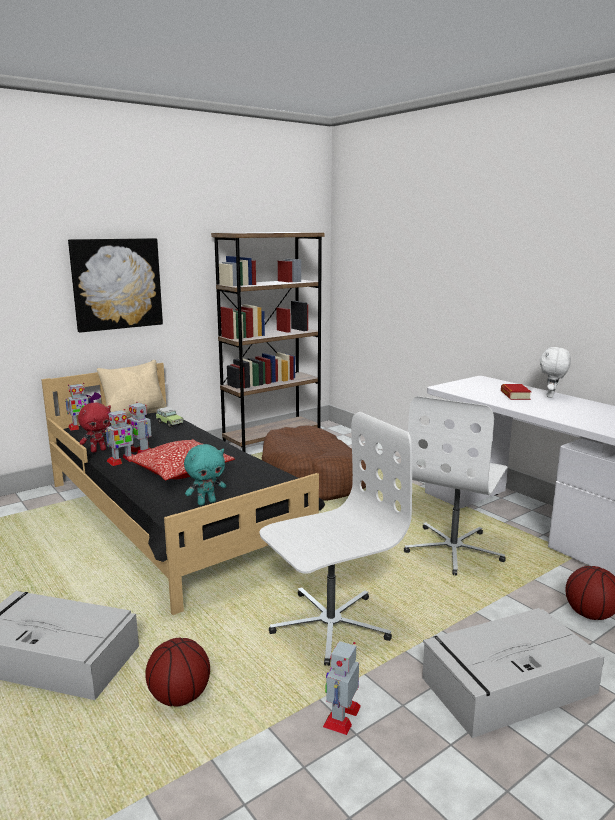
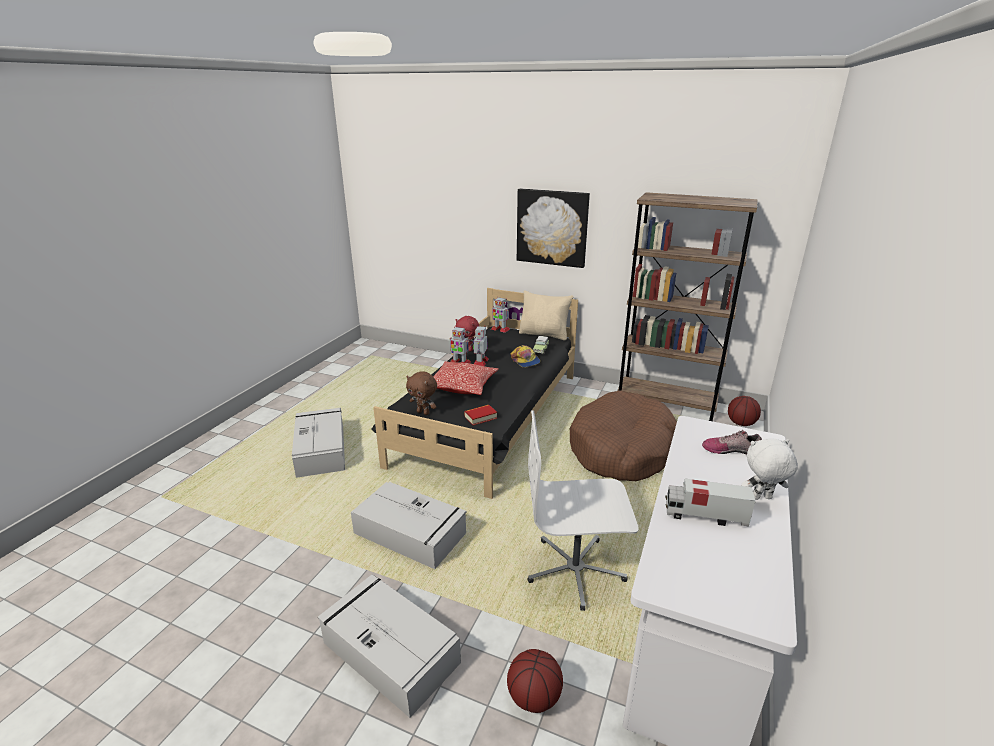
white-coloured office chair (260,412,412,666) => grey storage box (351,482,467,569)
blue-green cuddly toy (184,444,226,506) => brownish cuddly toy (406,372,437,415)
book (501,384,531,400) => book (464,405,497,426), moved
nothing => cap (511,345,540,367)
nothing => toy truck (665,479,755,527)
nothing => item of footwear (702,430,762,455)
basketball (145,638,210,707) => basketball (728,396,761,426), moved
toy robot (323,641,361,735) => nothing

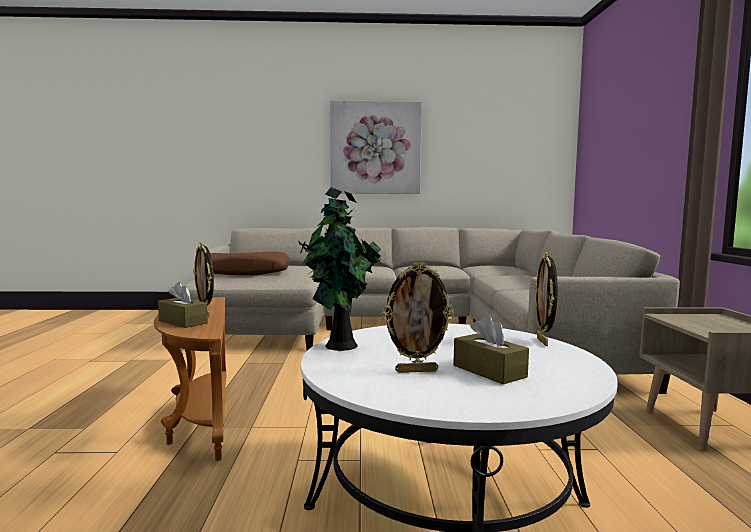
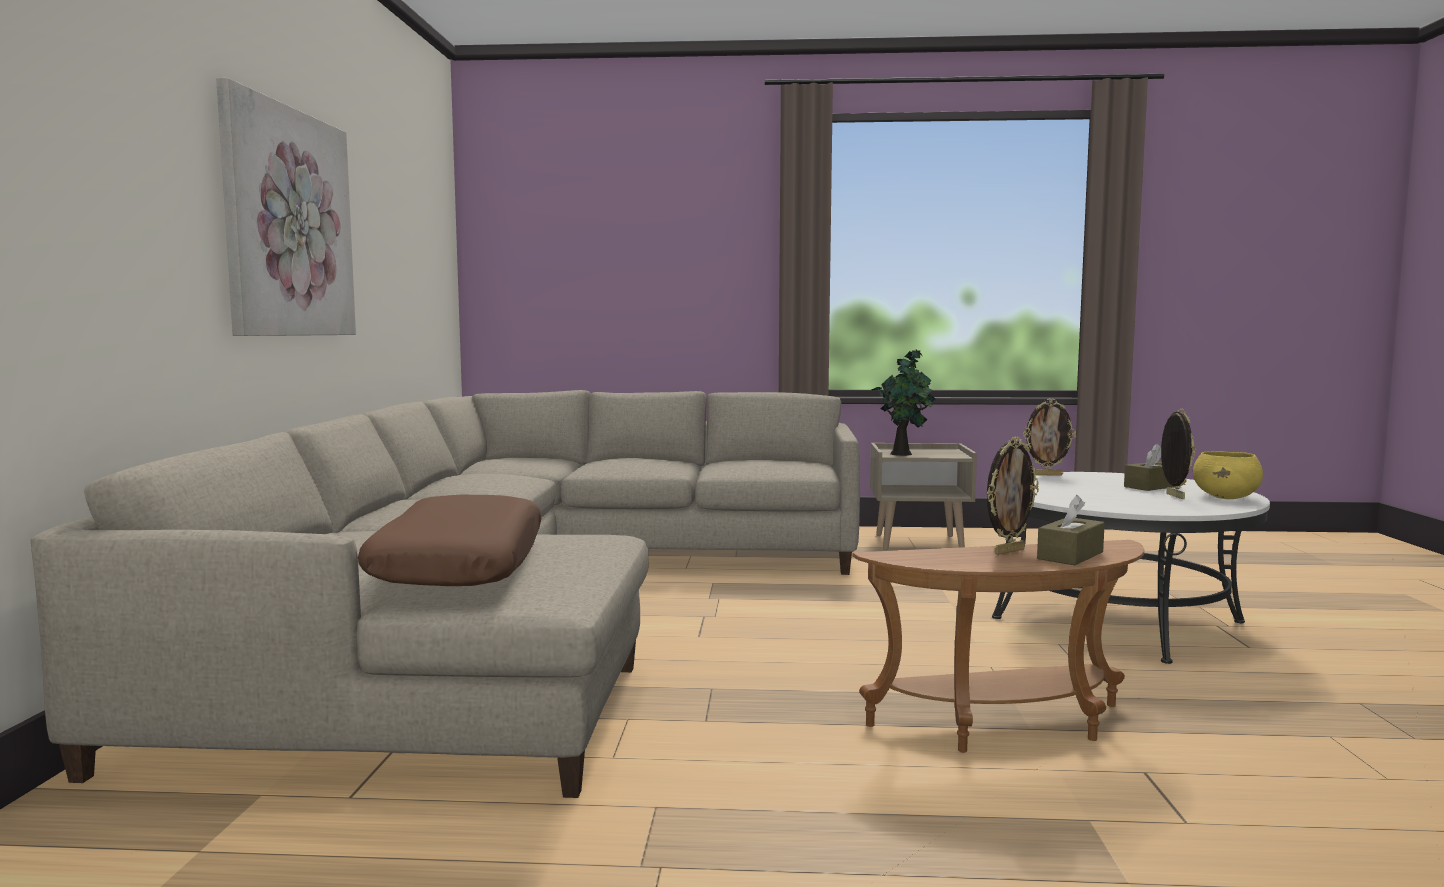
houseplant (298,187,383,351) => houseplant (872,350,935,456), moved
nothing => yellow-coloured serving bowl (1193,451,1263,499)

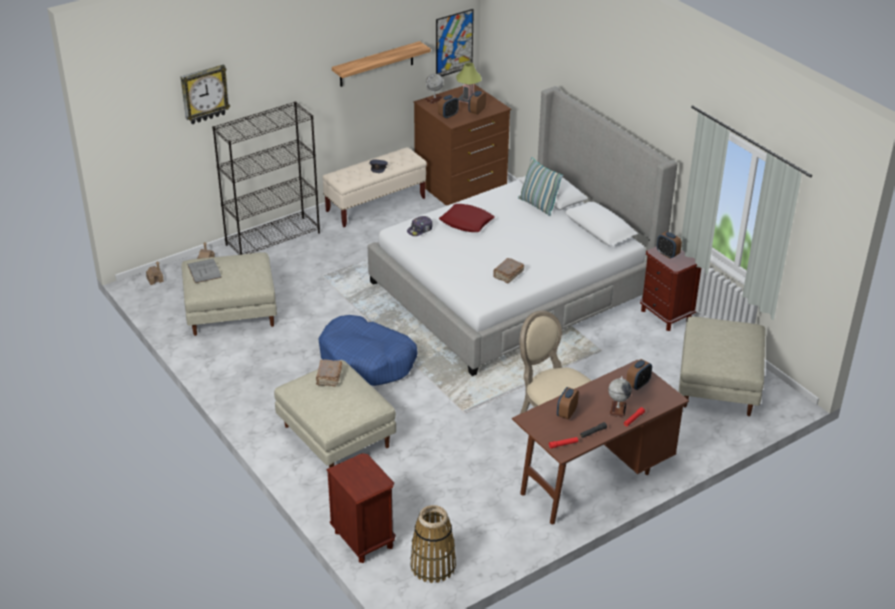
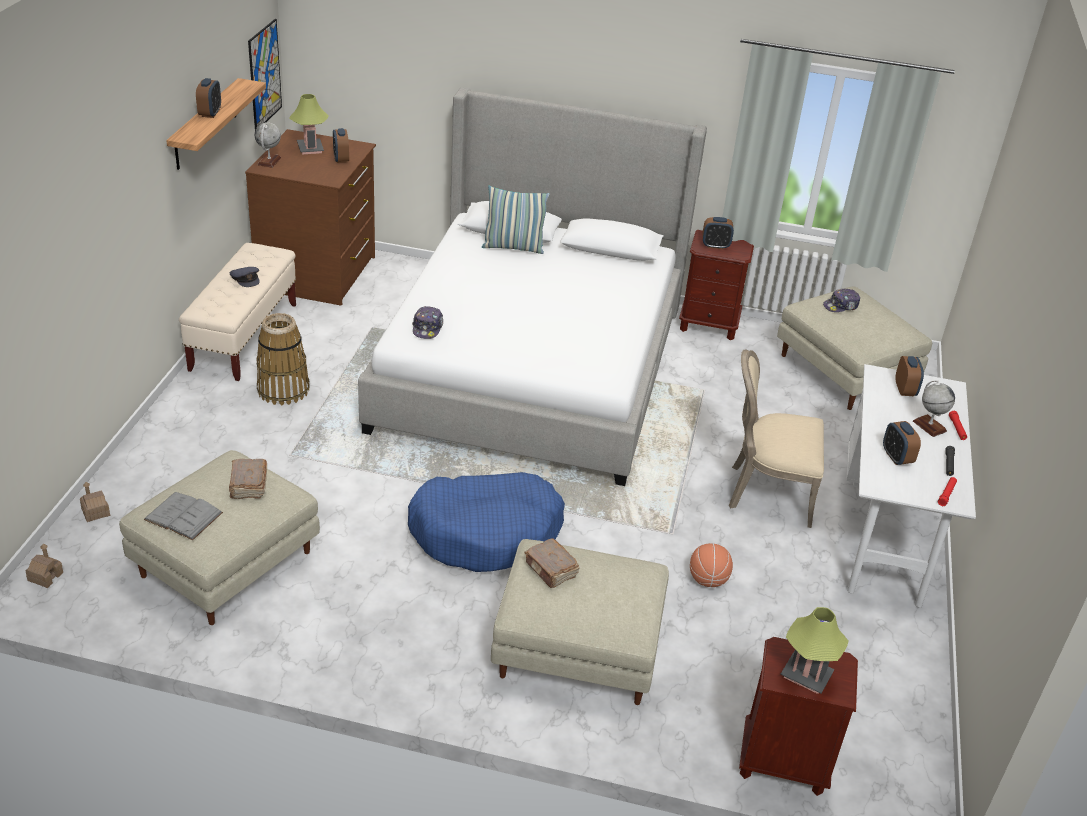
alarm clock (438,95,459,119) => alarm clock (196,78,221,118), moved
brownish book (493,258,524,283) => brownish book (229,459,267,499), moved
household basket (410,505,456,583) => household basket (256,313,309,405), moved
nothing => basketball (690,543,733,587)
nothing => tabletop lamp (780,607,849,694)
nothing => cap (823,288,860,312)
brownish desk table (512,360,689,525) => white-coloured desk table (846,364,976,608)
hanging clock (181,64,230,124) => nothing
blackish shelving unit (212,101,320,255) => nothing
red throw pillow (439,204,495,232) => nothing

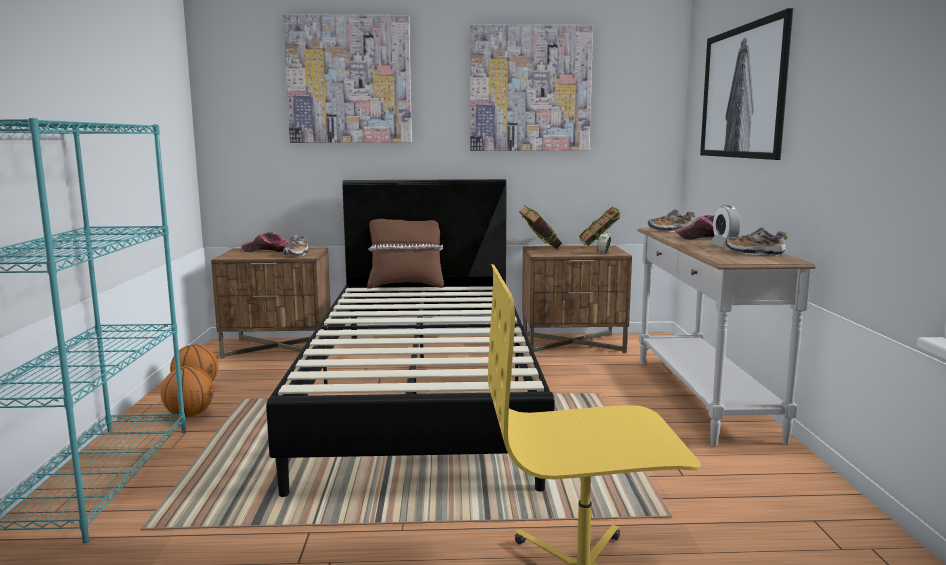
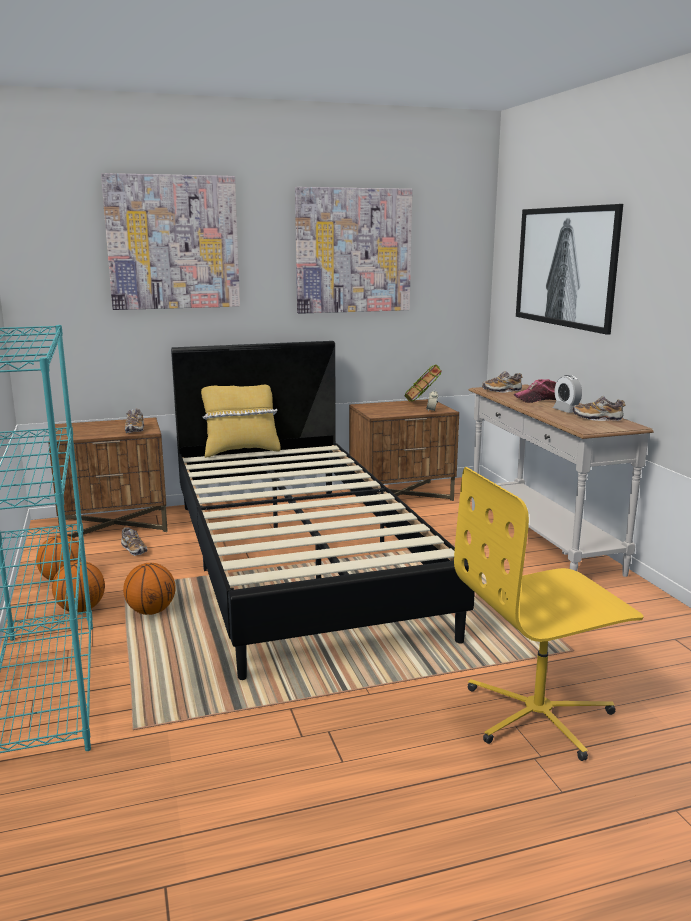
nothing => item of footwear (121,527,148,556)
nothing => basketball (123,563,175,615)
brownish throw pillow (367,219,444,289) => yellow-coloured throw pillow (201,385,281,458)
cap (241,232,289,252) => nothing
book (519,205,562,249) => nothing

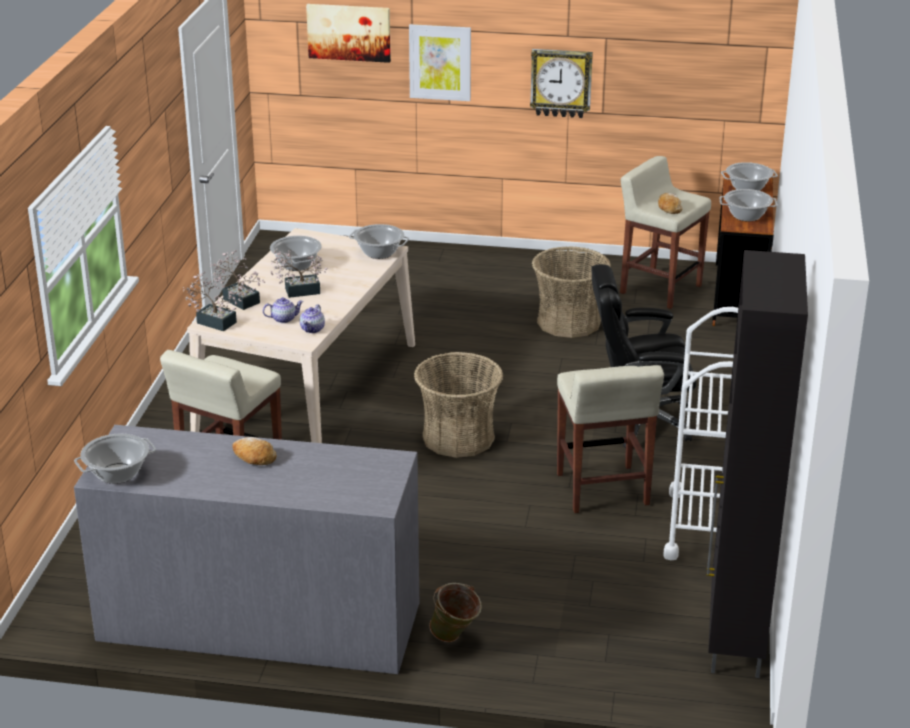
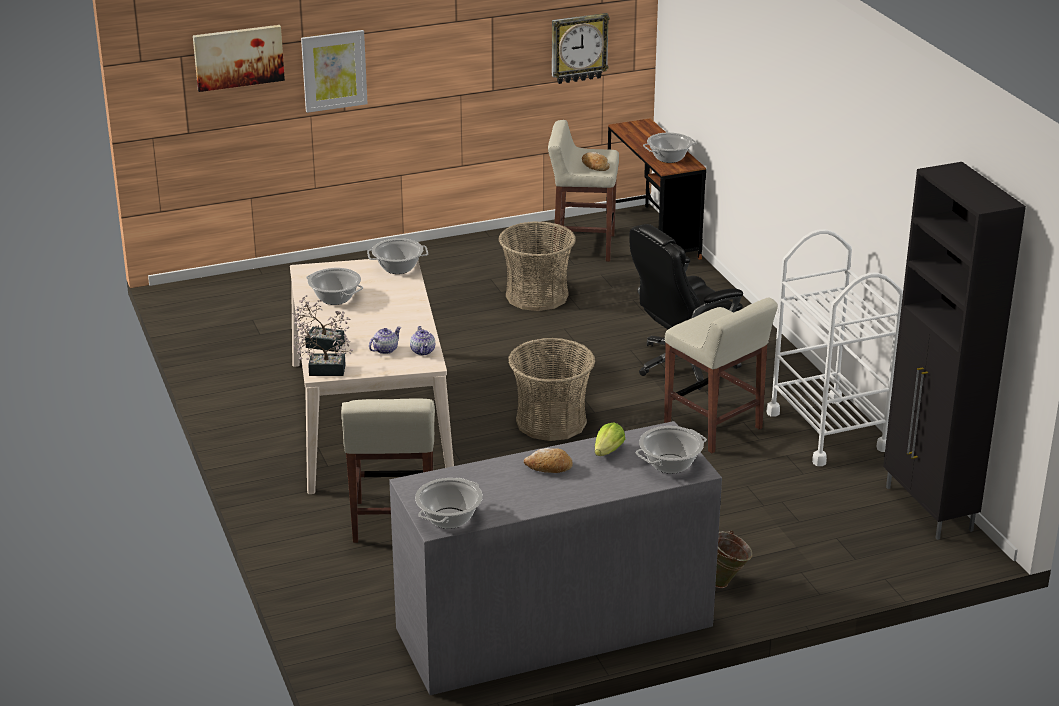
hanging clock (530,49,593,118) => hanging clock (552,13,610,84), moved
nothing => lettuce head (595,422,625,456)
stockpot (721,162,778,191) => stockpot (635,426,707,474), moved
houseplant (270,248,327,298) => nothing

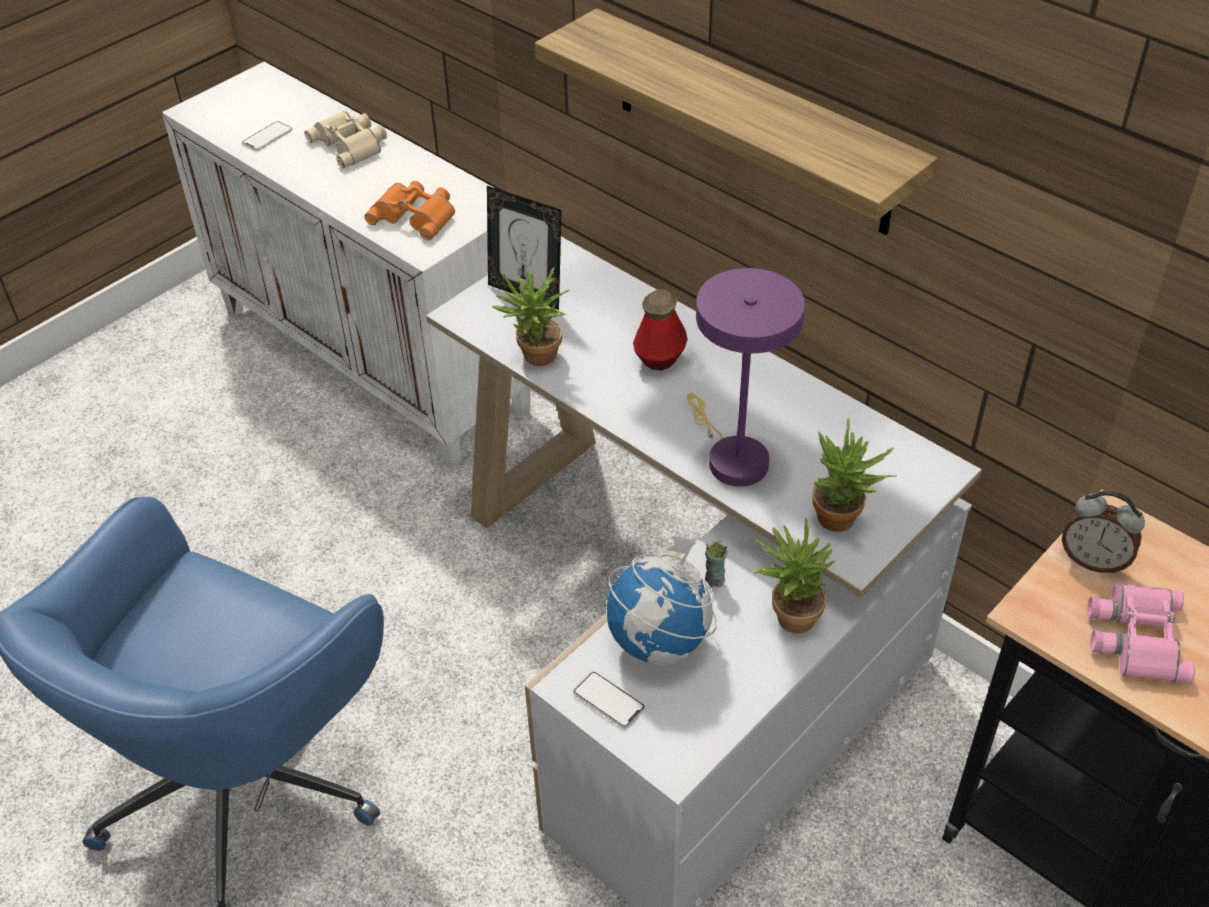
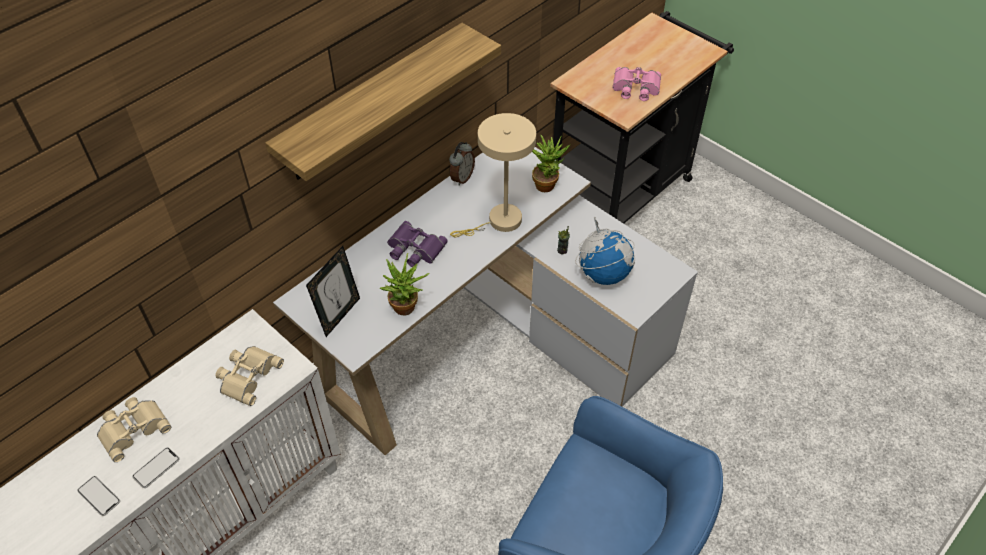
phone (573,672,645,728) => phone (133,447,179,488), moved
orange pair of binoculars (364,181,455,240) => sand-coloured pair of binoculars (216,346,284,406)
bottle (633,289,688,370) => purple pair of binoculars (387,221,448,267)
alarm clock (1062,490,1145,573) => alarm clock (449,142,475,186), moved
purple tabletop lamp (687,268,805,487) => sand-coloured tabletop lamp (450,113,536,237)
houseplant (753,518,836,634) => nothing

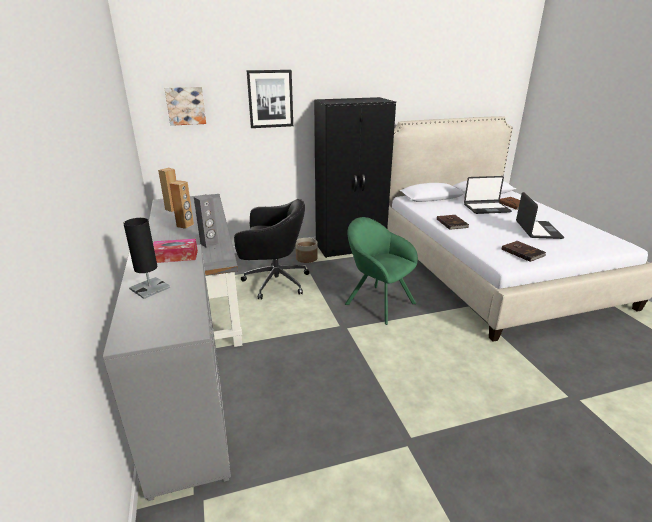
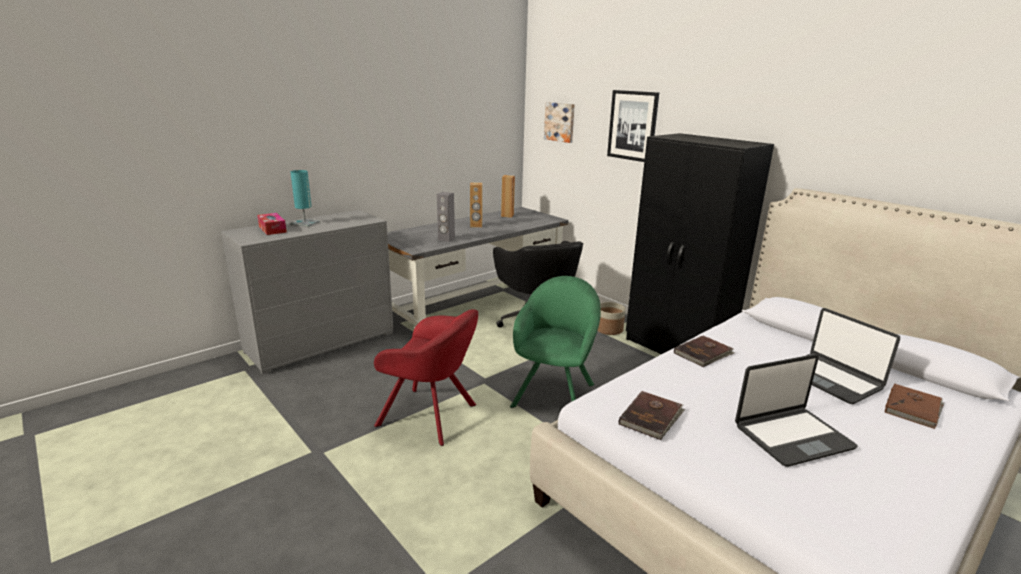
tissue box (153,239,198,263) => tissue box (257,213,287,235), moved
blackish tabletop lamp (123,218,171,299) => blue-green tabletop lamp (290,170,320,227)
nothing => red armchair (374,309,478,446)

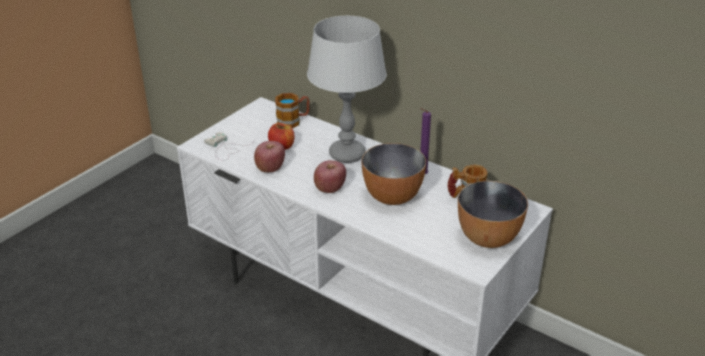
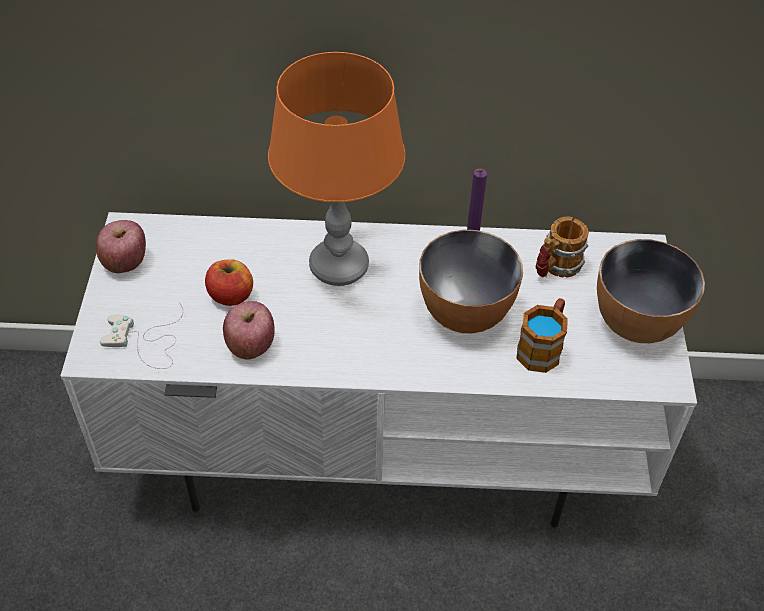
apple fruit (314,160,346,193) => apple fruit (96,220,146,273), moved
grey tabletop lamp (307,16,387,163) => orange tabletop lamp (268,52,406,286)
tea mug (275,93,310,128) => tea mug (516,298,568,373), moved

